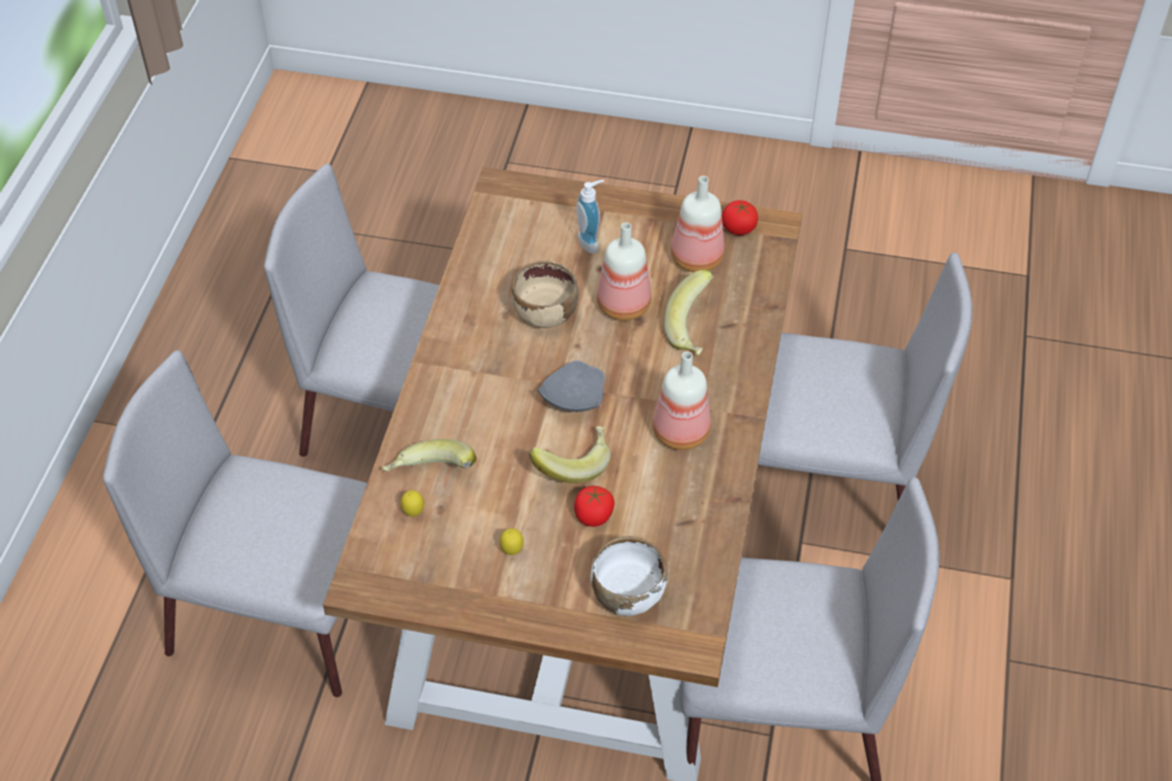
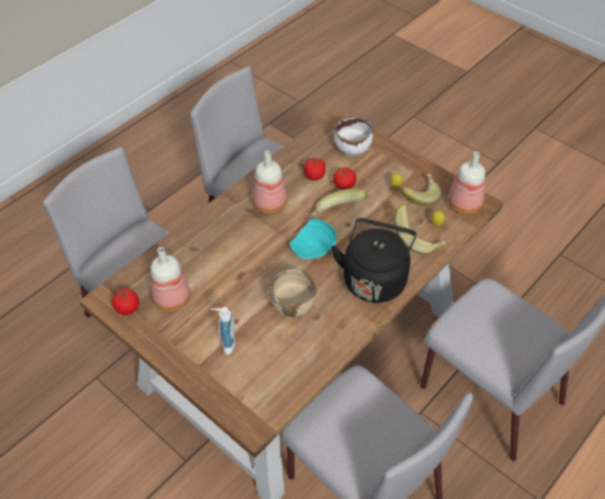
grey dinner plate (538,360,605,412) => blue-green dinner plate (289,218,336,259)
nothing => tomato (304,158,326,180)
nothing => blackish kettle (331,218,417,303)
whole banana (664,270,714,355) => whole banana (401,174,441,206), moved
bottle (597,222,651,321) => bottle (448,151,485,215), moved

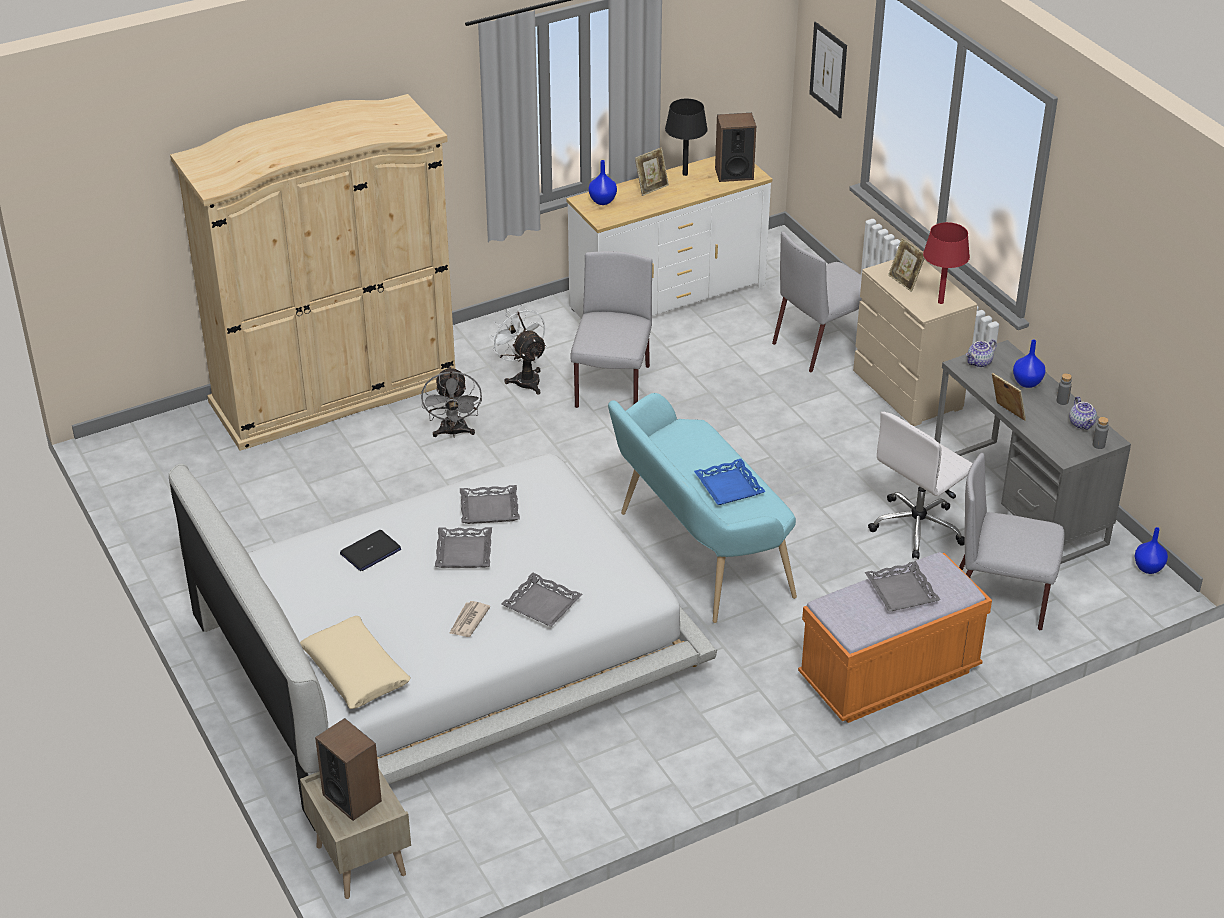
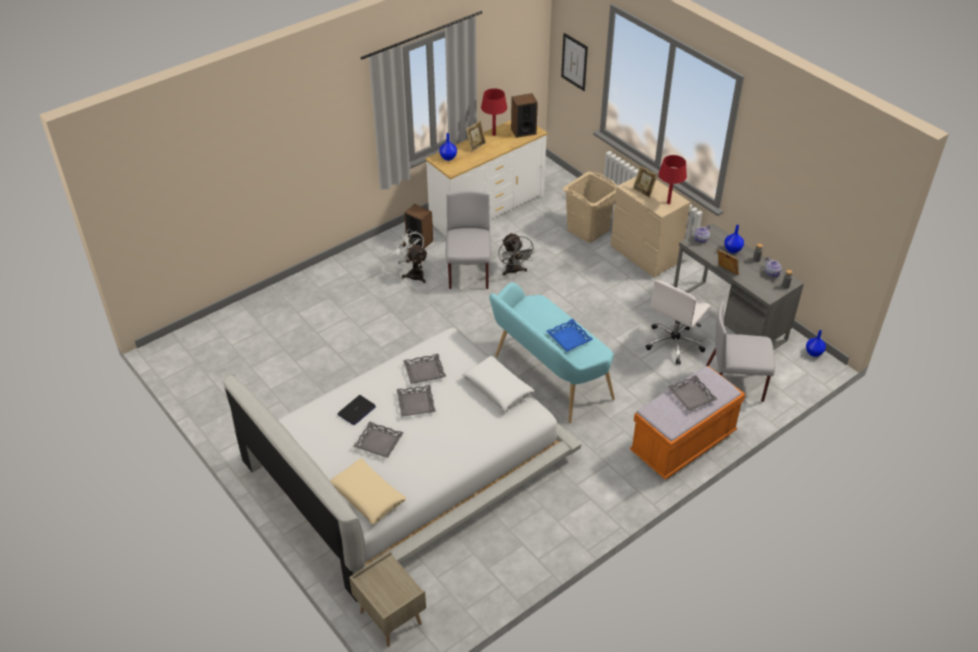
grey carrying tray (502,572,583,627) => grey carrying tray (353,421,404,458), moved
speaker (315,718,382,821) => speaker (404,204,433,249), moved
nothing => white-coloured throw pillow (462,356,534,412)
blackish tabletop lamp (665,99,708,176) => red tabletop lamp (481,88,507,136)
grey cooling fan (421,366,482,438) => grey cooling fan (498,232,535,276), moved
grey plain chair (772,232,862,373) => sand-coloured laundry basket (563,172,617,243)
sand-coloured armoire (170,94,456,451) => nothing
newspaper (449,601,490,637) => nothing

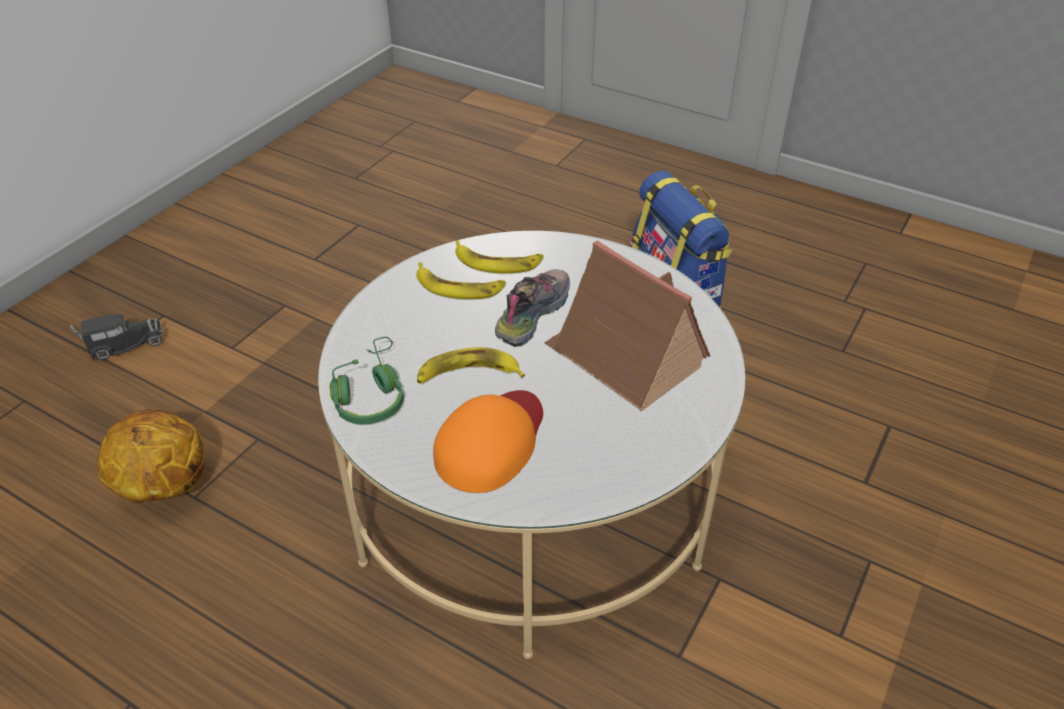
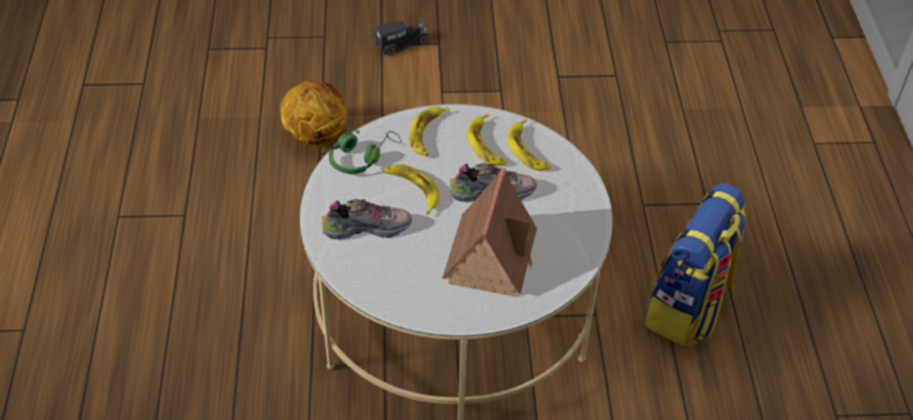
orange cap (433,390,543,493) => item of footwear (322,199,412,239)
toy truck (70,314,163,361) => toy truck (369,21,429,56), 60 degrees counterclockwise
nothing => whole banana (409,107,449,156)

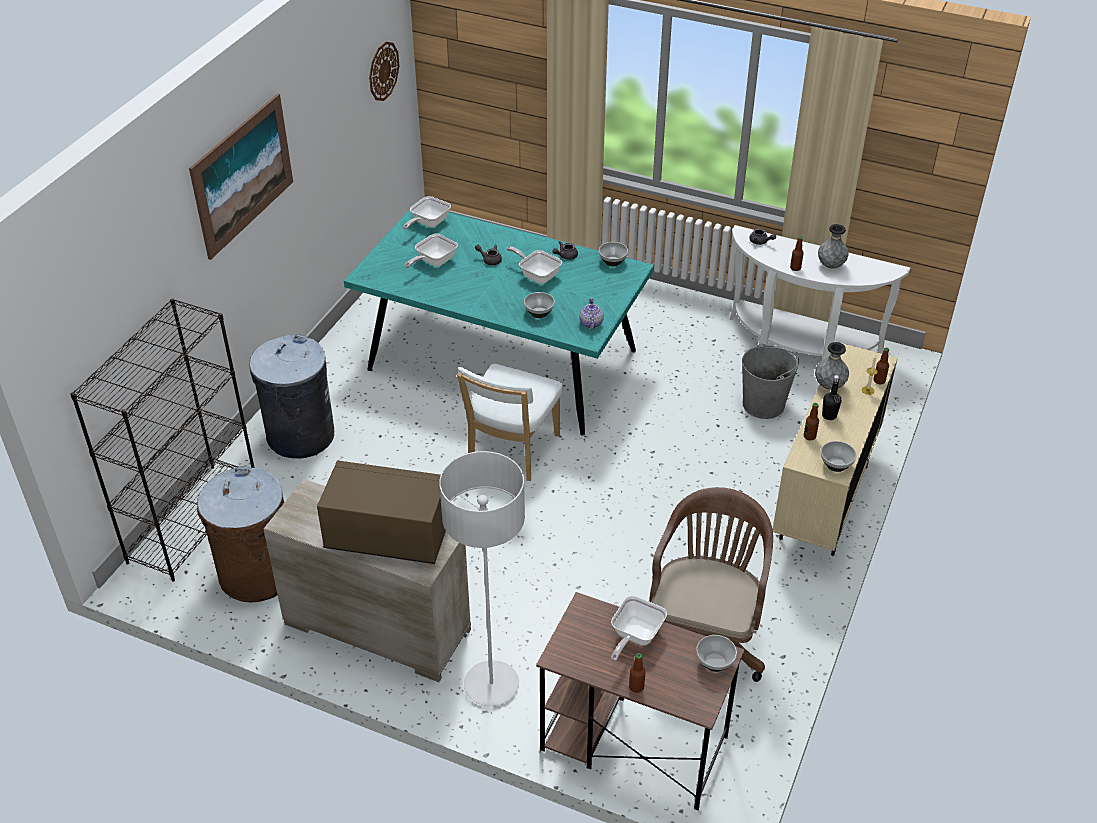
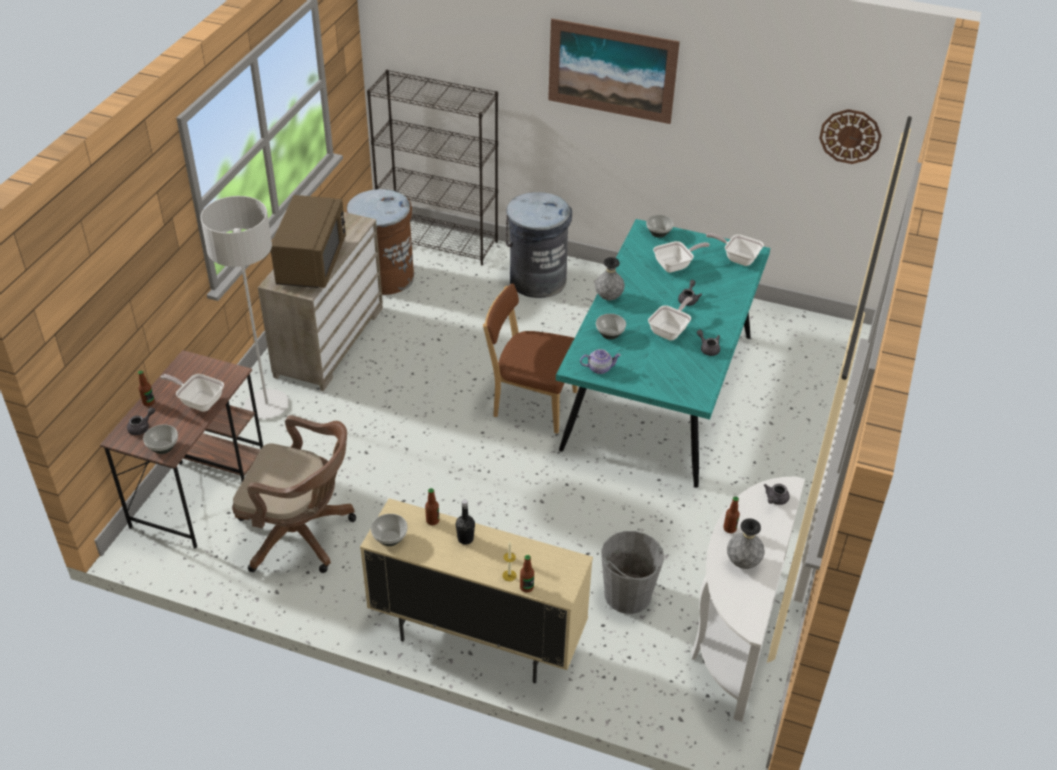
nothing => grey pot for tea (127,407,155,435)
white-coloured plain chair (457,364,563,481) => brownish plain chair (483,283,578,434)
grey vase (815,342,849,390) => grey vase (595,257,625,300), moved
serving bowl (599,242,628,266) => serving bowl (646,215,674,238), moved
frying pan (405,233,458,268) => frying pan (653,241,710,273), 120 degrees clockwise

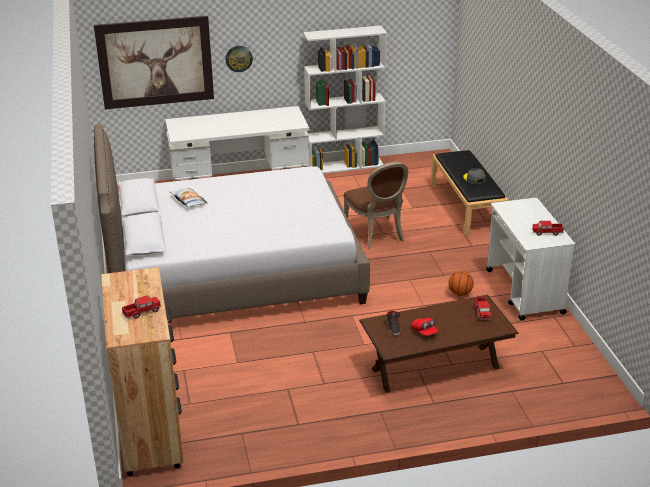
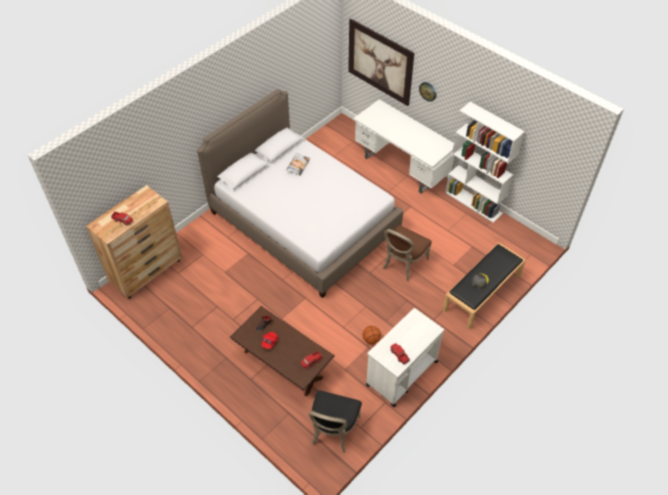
nothing => blackish plain chair (308,390,362,453)

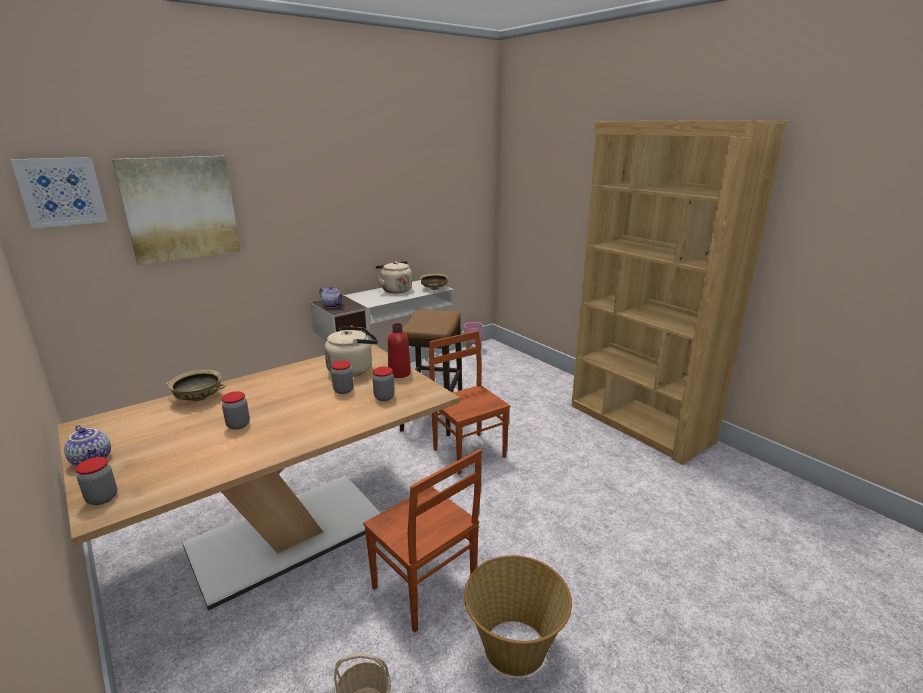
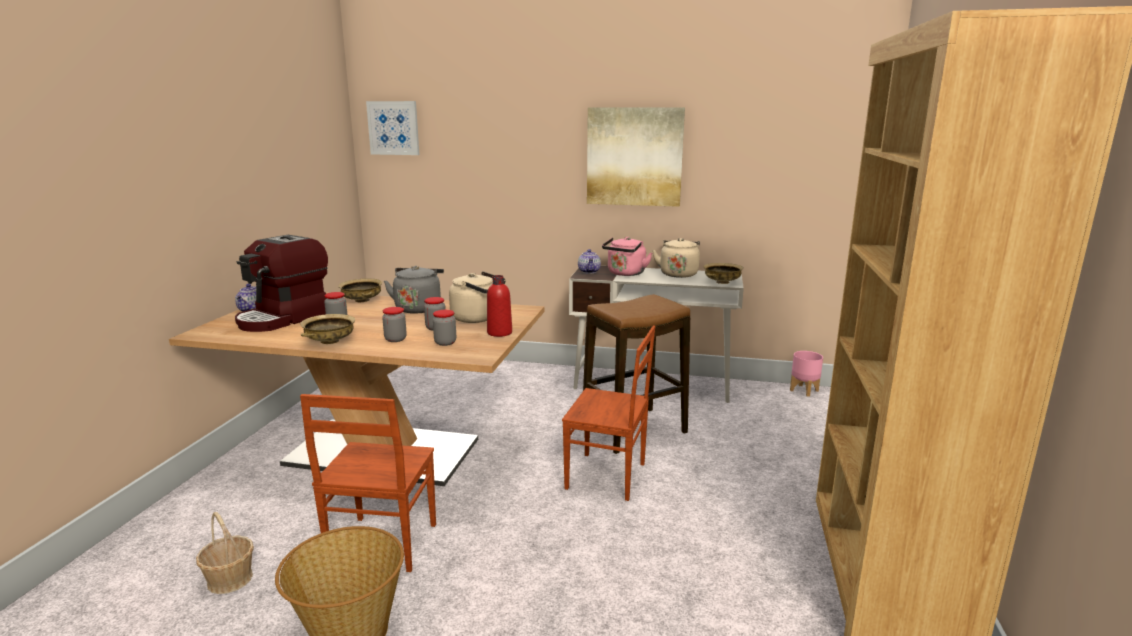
nothing => coffee maker (235,235,328,332)
nothing => sand-coloured serving bowl (300,314,355,344)
jar (75,457,117,505) => jar (382,307,407,342), moved
nothing => grey kettle (384,266,444,314)
brownish plain chair (429,331,510,475) => brownish plain chair (562,326,655,501), 90 degrees clockwise
picture (112,156,241,265) => picture (587,107,685,207), moved
nothing => pinkish kettle (602,237,652,276)

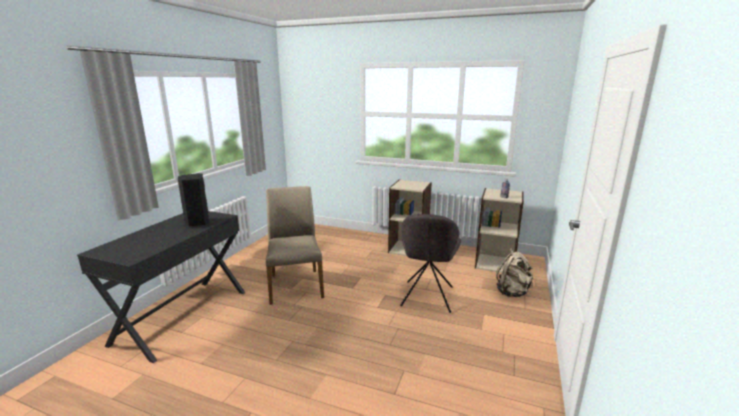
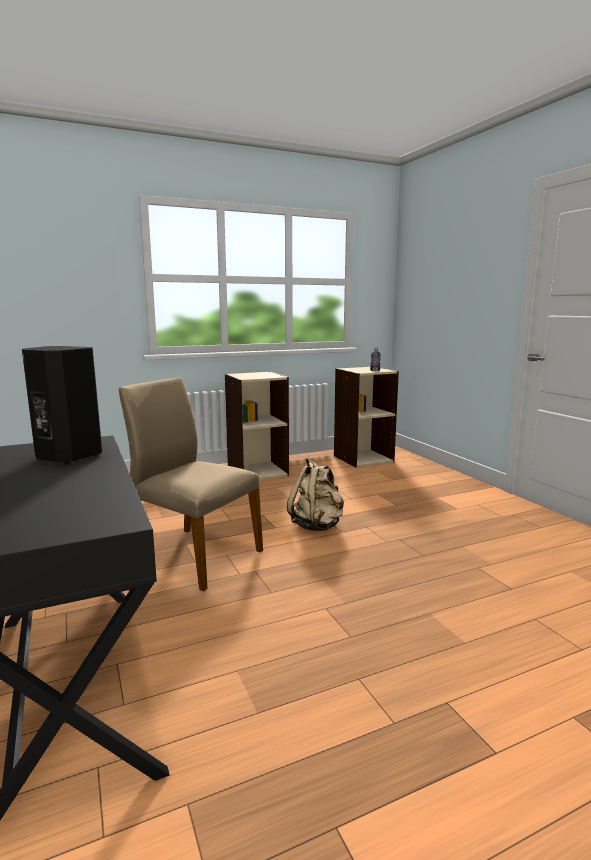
sand-coloured backpack (496,248,533,297) => sand-coloured backpack (287,457,344,531), moved
grey plain chair (400,214,461,313) => nothing

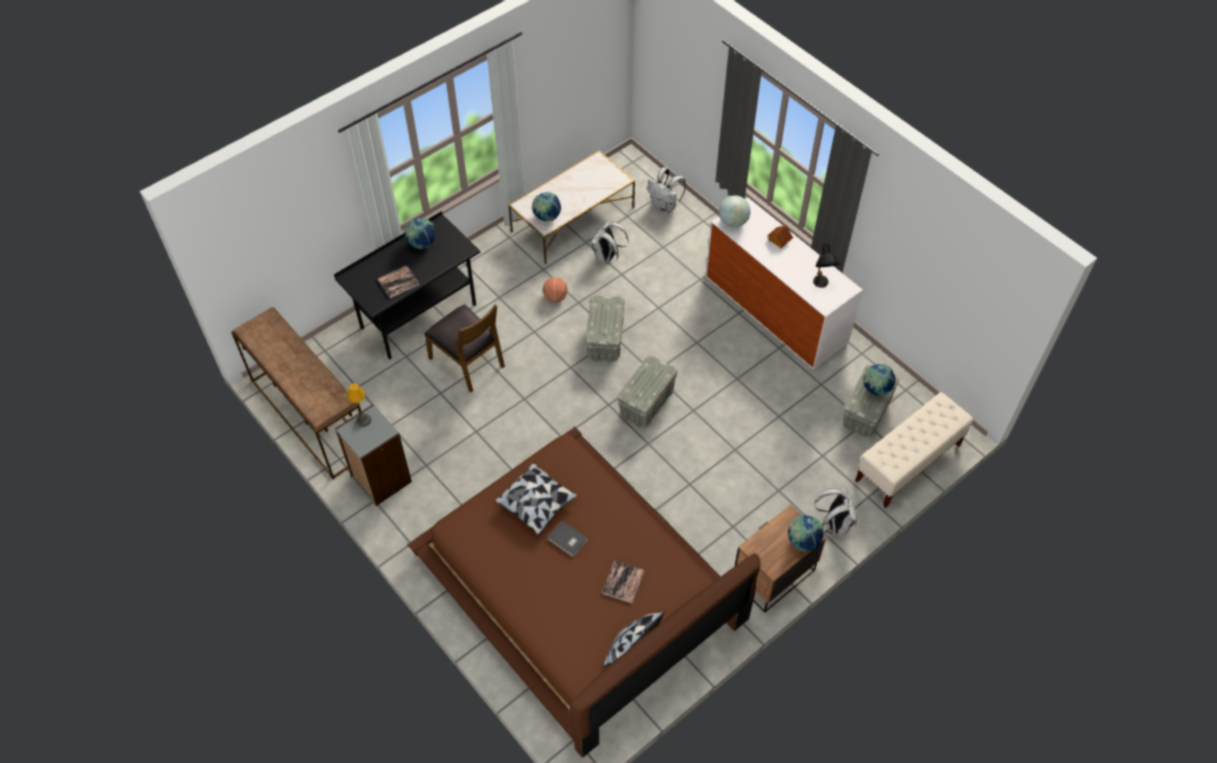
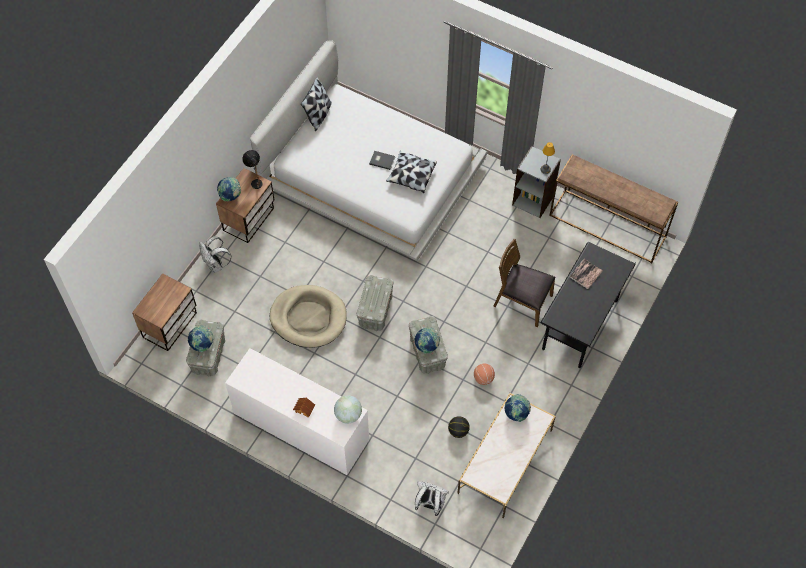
sand-coloured indoor bench (855,392,973,508) => bedside table (132,273,197,351)
blackish tabletop lamp (813,243,839,288) => blackish tabletop lamp (242,150,262,189), moved
brownish bedroom bed (407,427,761,757) => white-coloured bedroom bed (250,40,487,261)
nothing => sand-coloured dog bed (270,285,347,348)
globe (404,218,435,249) => globe (415,328,440,354), moved
white-coloured backpack (591,220,629,264) => basketball (448,416,470,438)
book (602,561,645,603) => nothing

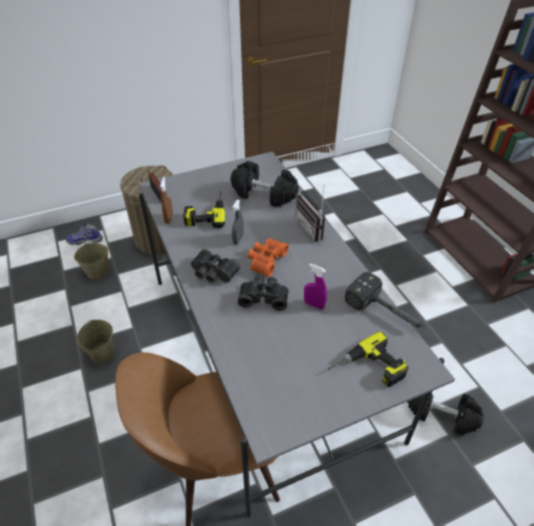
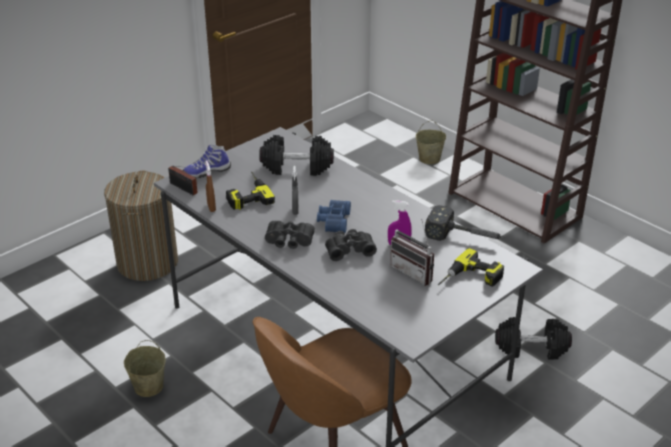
item of footwear (66,223,102,245) => item of footwear (183,145,231,178), moved
orange pair of binoculars (247,238,288,277) => blue-coloured pair of binoculars (317,200,351,233)
radio set (295,187,325,242) => radio set (390,219,434,286), moved
sand-coloured bucket (74,239,108,279) => sand-coloured bucket (416,120,446,164), moved

